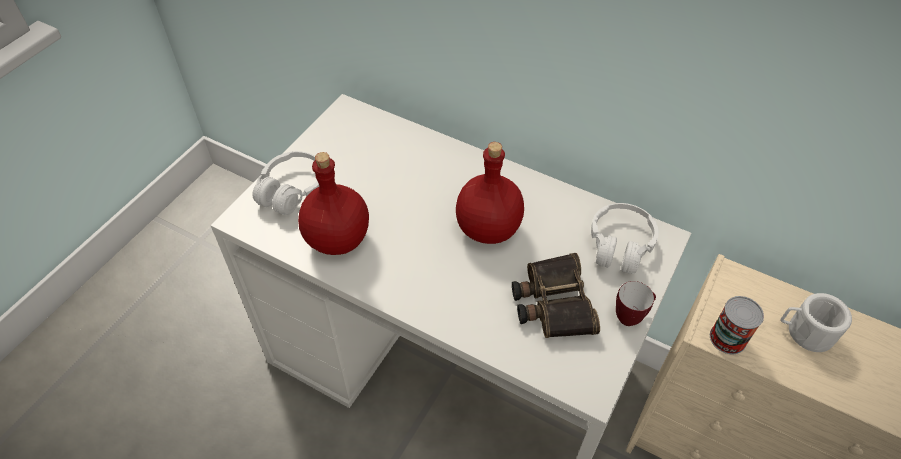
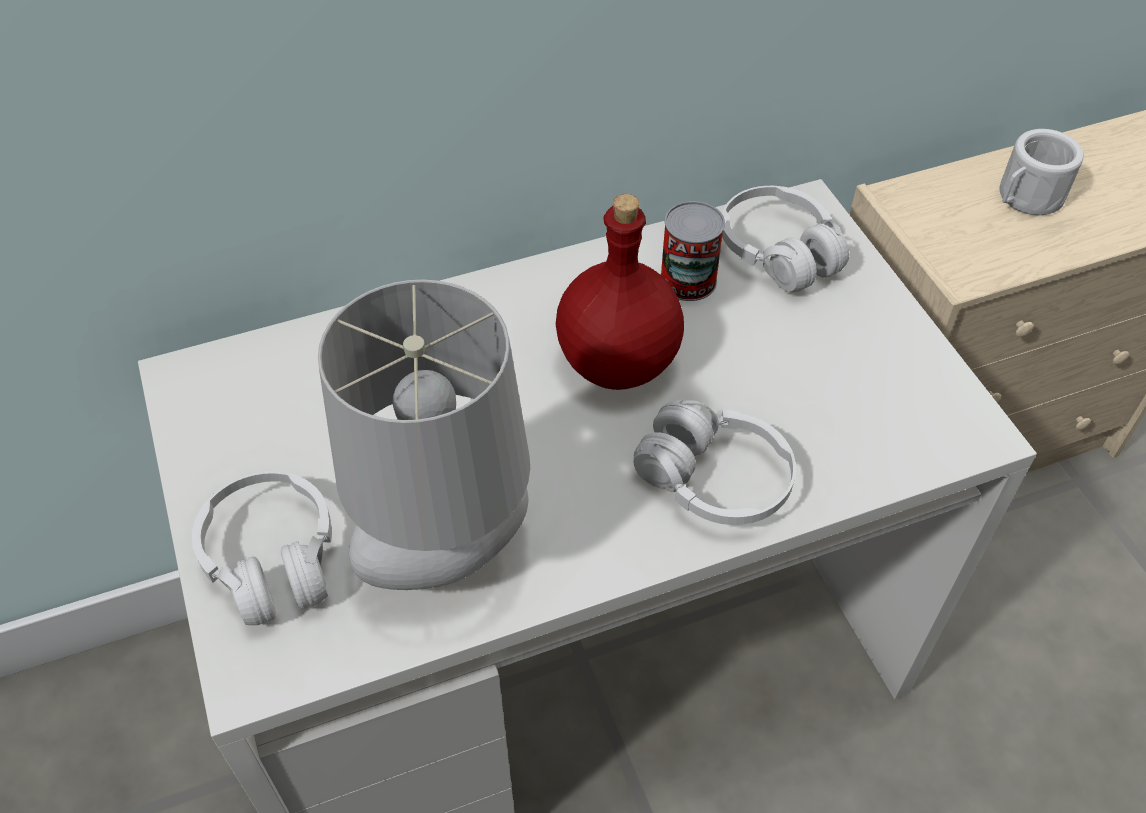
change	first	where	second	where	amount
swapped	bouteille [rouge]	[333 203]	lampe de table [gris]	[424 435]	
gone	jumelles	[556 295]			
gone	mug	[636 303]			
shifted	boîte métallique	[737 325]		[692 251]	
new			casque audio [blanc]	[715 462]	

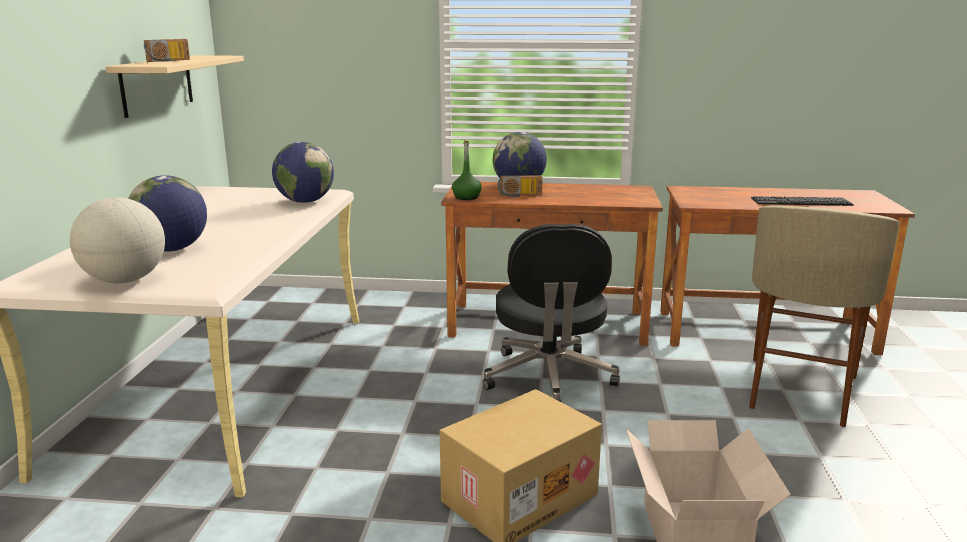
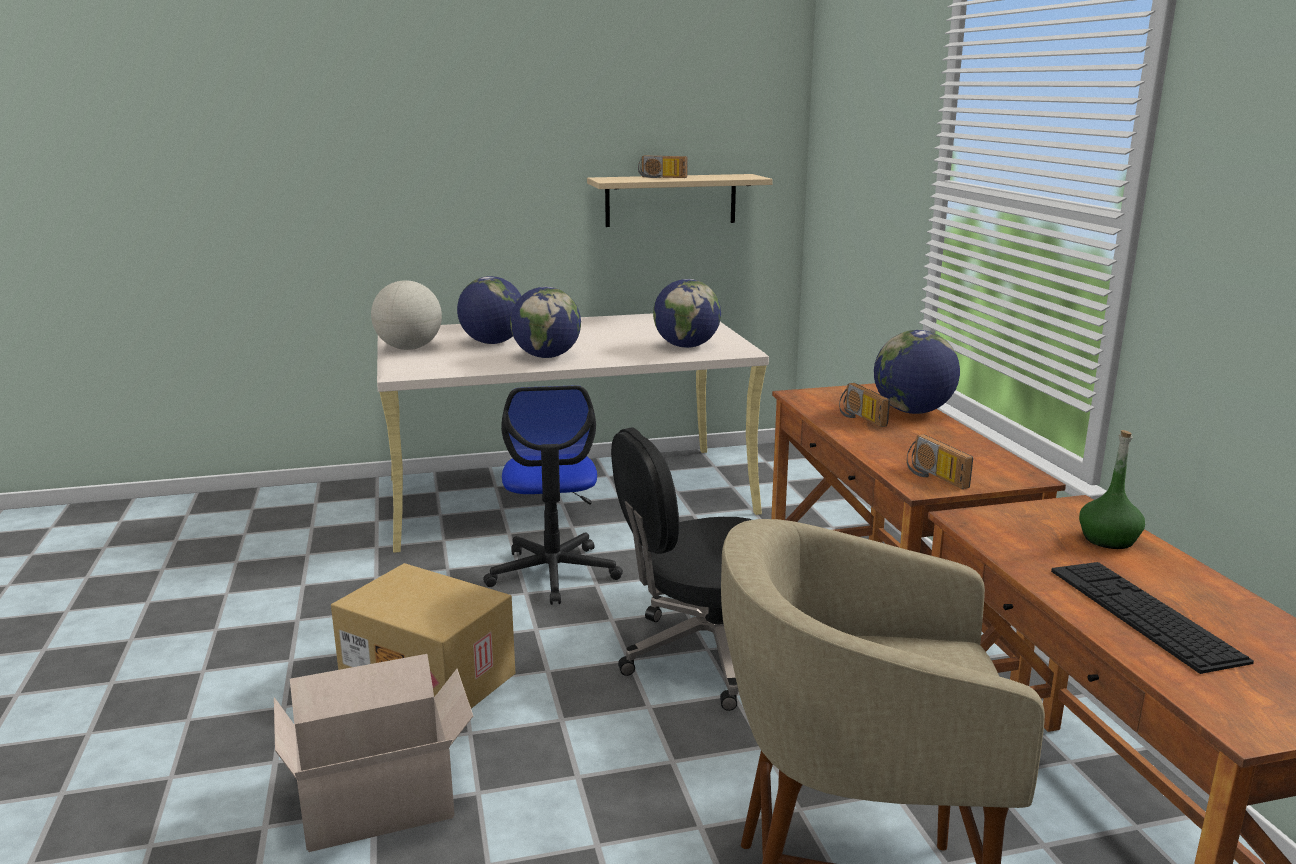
change	first	where	second	where	amount
shifted	bouteille [vert]	[467 170]		[1112 489]	
new			globe	[545 322]	
new			chaise de bureau	[553 495]	
new			radio	[940 461]	

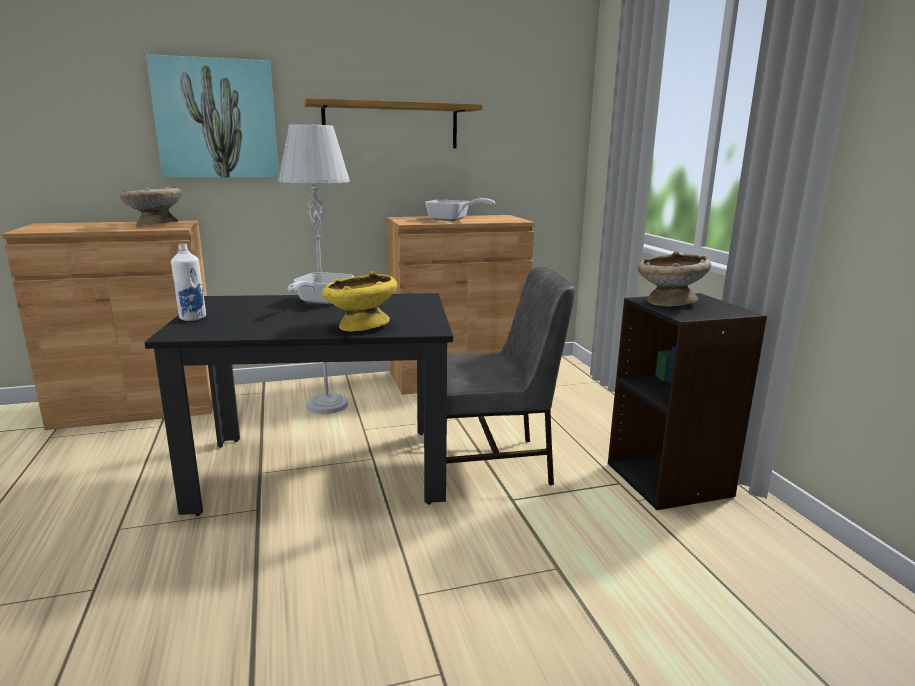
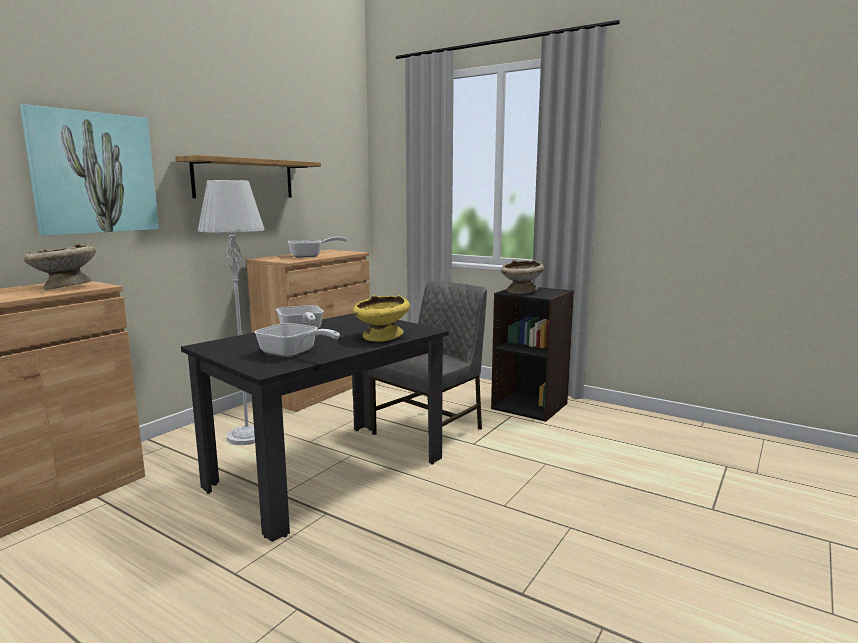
change	first	where	second	where	amount
gone	bouteille [blanc]	[188 282]			
new			poêle	[297 340]	

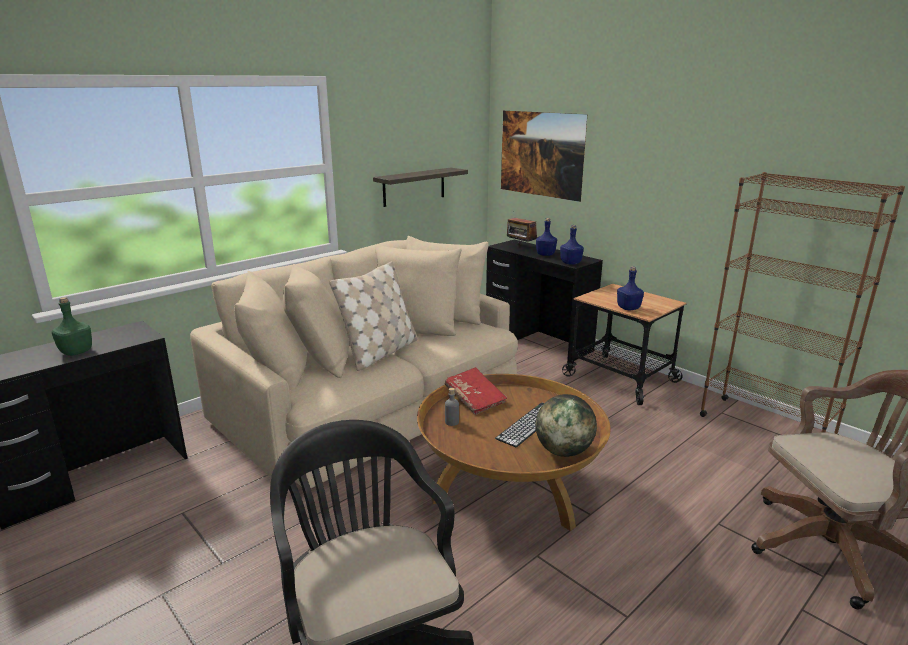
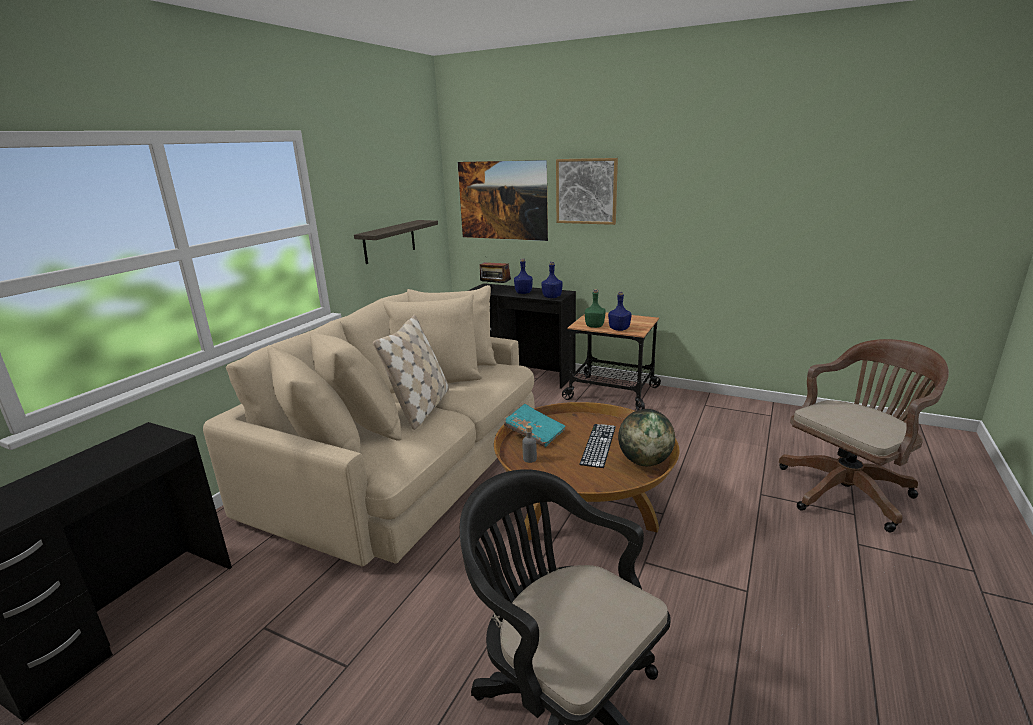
change	first	where	second	where	amount
gone	bibliothèque [marron]	[802 303]			
shifted	bouteille [vert]	[72 326]		[595 308]	
repainted	livre [rouge]	[476 391]	livre [turquoise]	[535 425]	
new			tableau	[587 191]	

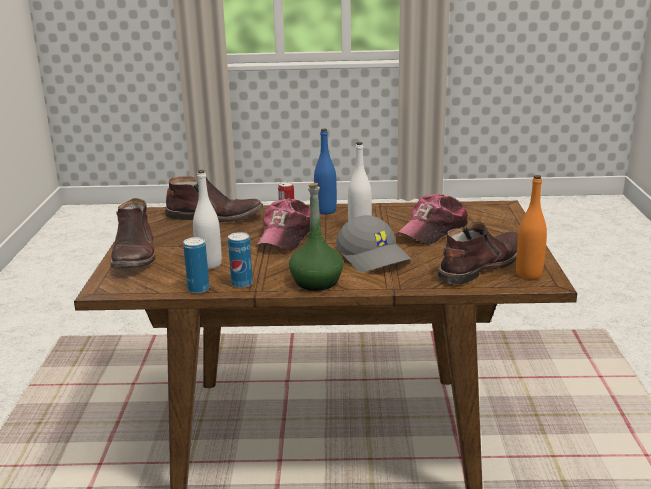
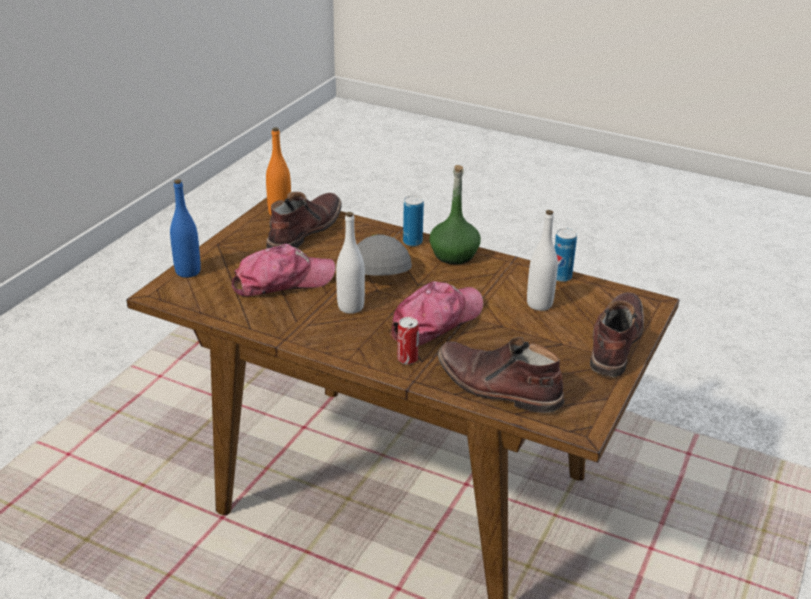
change	first	where	second	where	amount
shifted	bouteille [bleu]	[325 172]		[185 228]	
rotated	botte [marron]	[477 252]		[304 220]	135 degrees clockwise
shifted	boîte métallique	[240 260]		[413 220]	

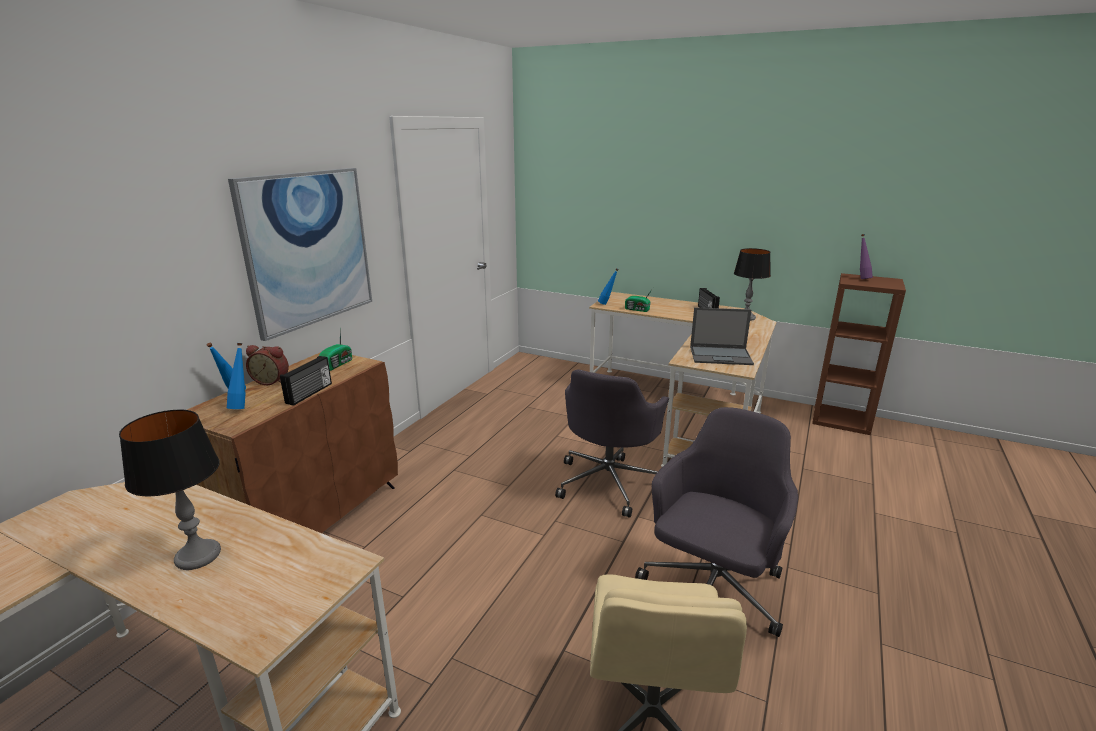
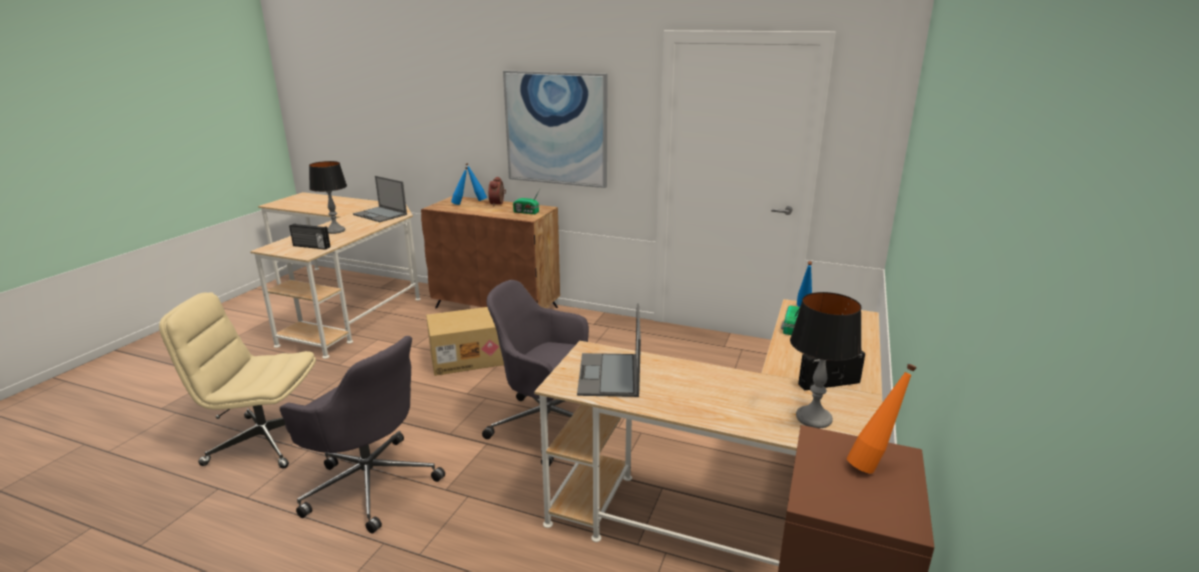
change	first	where	second	where	amount
repainted	bouteille [violet]	[866 256]	bouteille [orange]	[882 419]	
shifted	radio	[306 381]		[309 236]	
new			ordinateur portable	[380 199]	
new			carton	[465 341]	

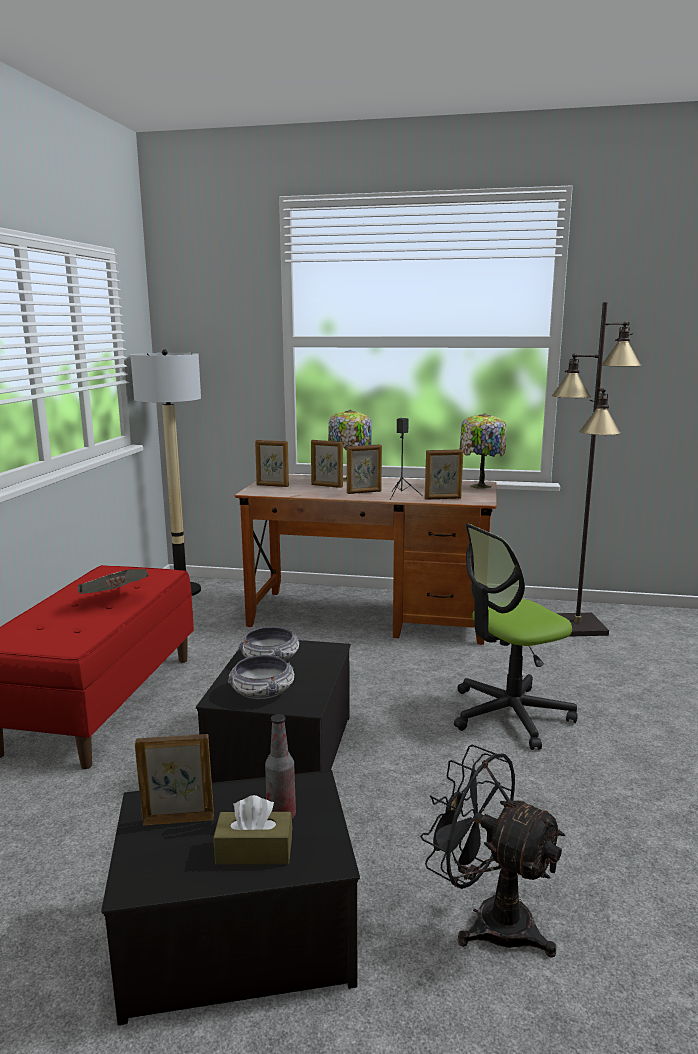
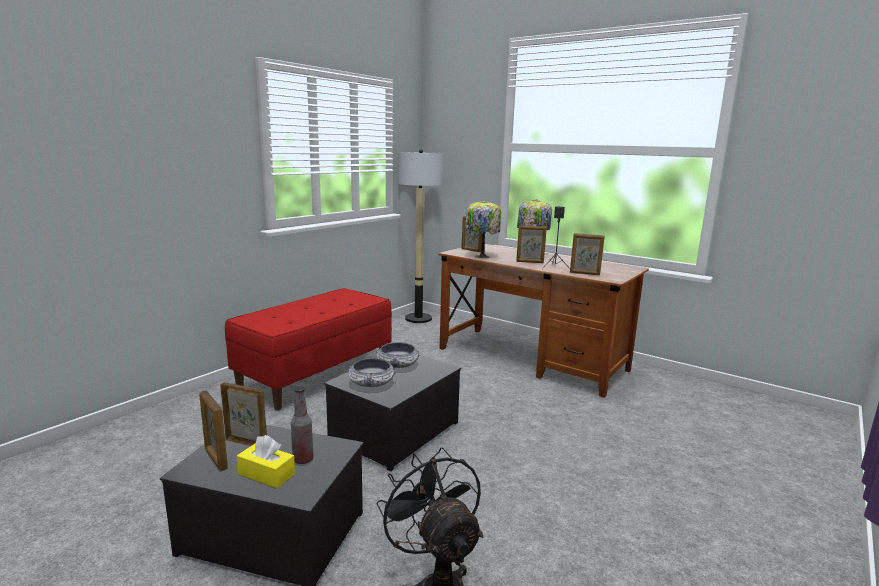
change	first	where	second	where	amount
gone	lampadaire [noir]	[597 469]			
shifted	lampe de table	[483 451]		[483 229]	
shifted	cadre photo	[327 464]		[213 430]	
gone	chaise de bureau	[516 636]			
gone	journal	[113 581]			
repainted	boîte à mouchoirs [marron]	[252 830]	boîte à mouchoirs [jaune]	[266 461]	

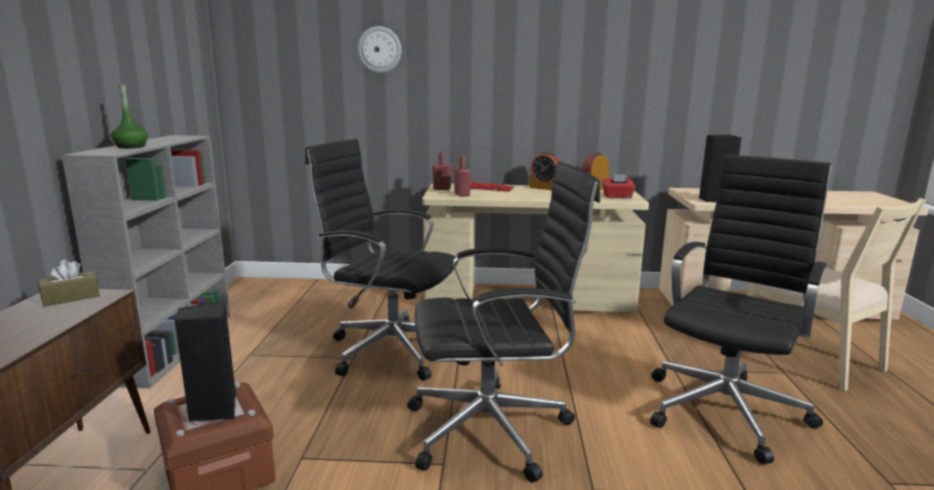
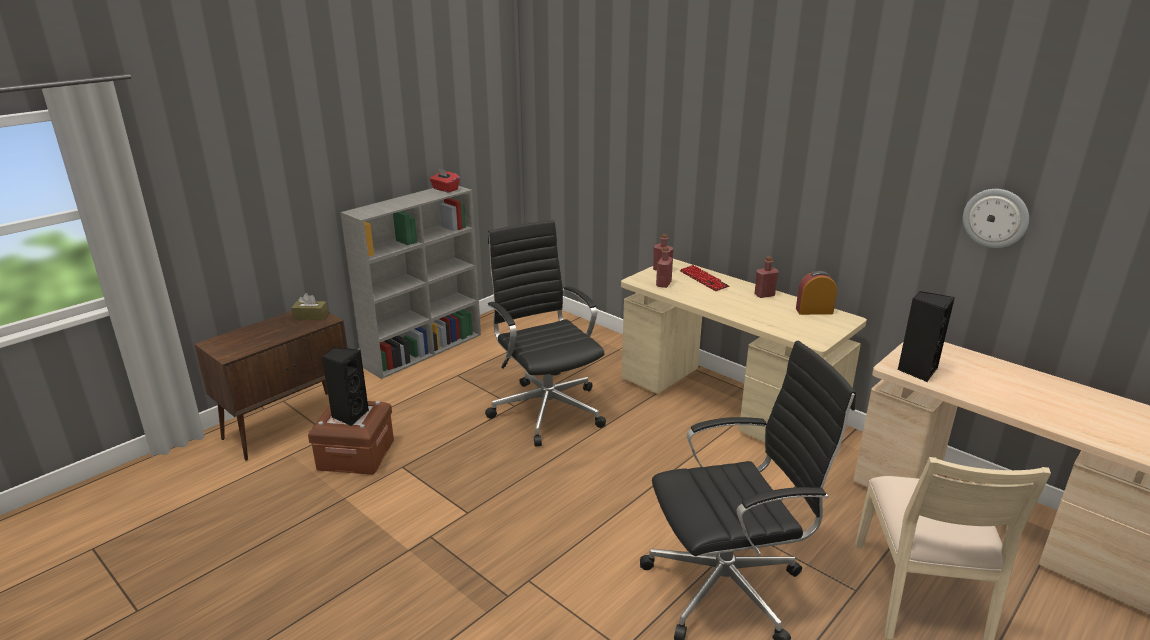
change	first	where	second	where	amount
shifted	horloge murale	[379 49]		[996 218]	
gone	bouteille [vert]	[129 116]			
swapped	réveil	[545 170]	bouteille [rouge]	[767 277]	
gone	chaise de bureau [noir]	[503 322]			
shifted	boîte à mouchoirs [rouge]	[619 186]		[445 180]	

